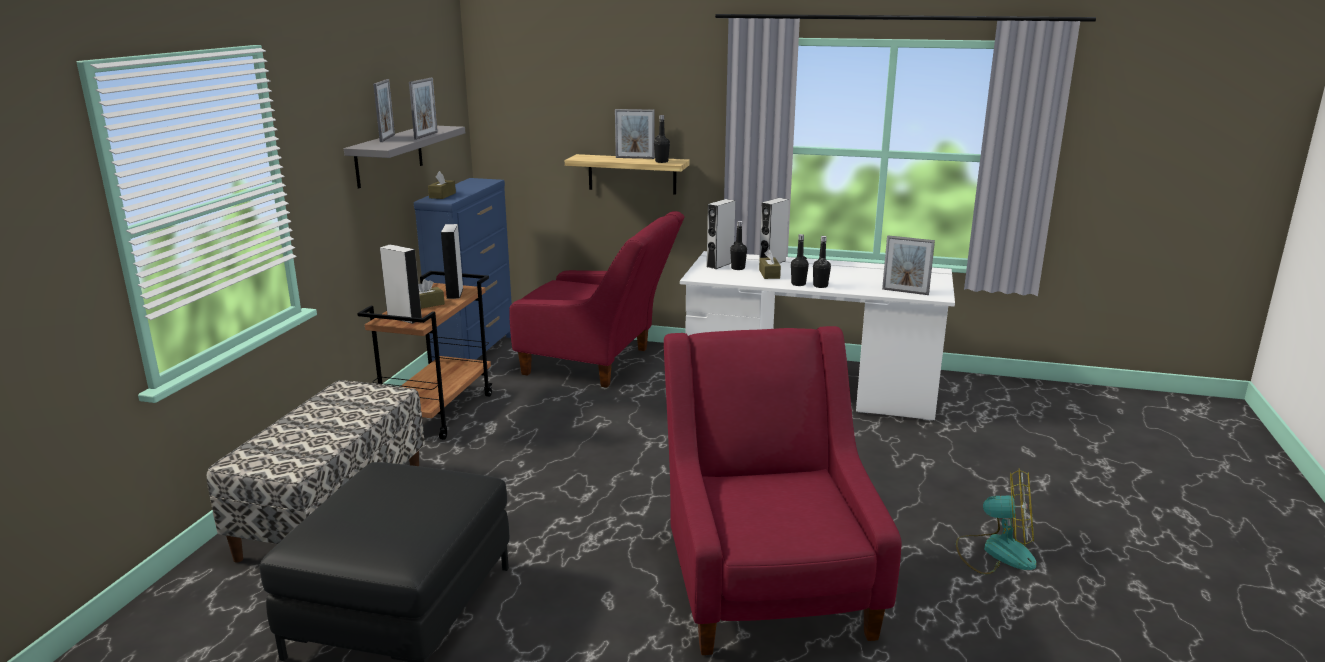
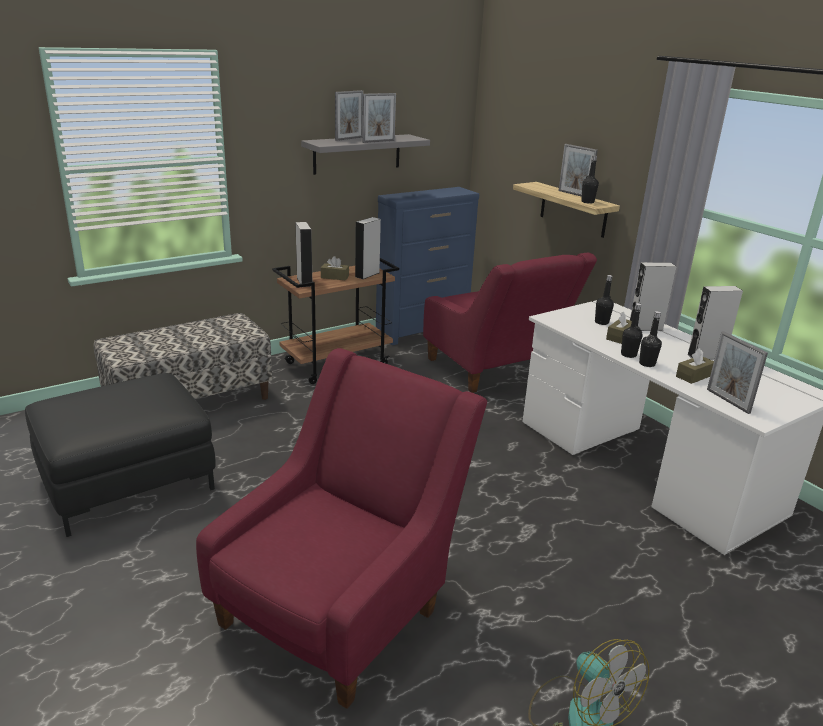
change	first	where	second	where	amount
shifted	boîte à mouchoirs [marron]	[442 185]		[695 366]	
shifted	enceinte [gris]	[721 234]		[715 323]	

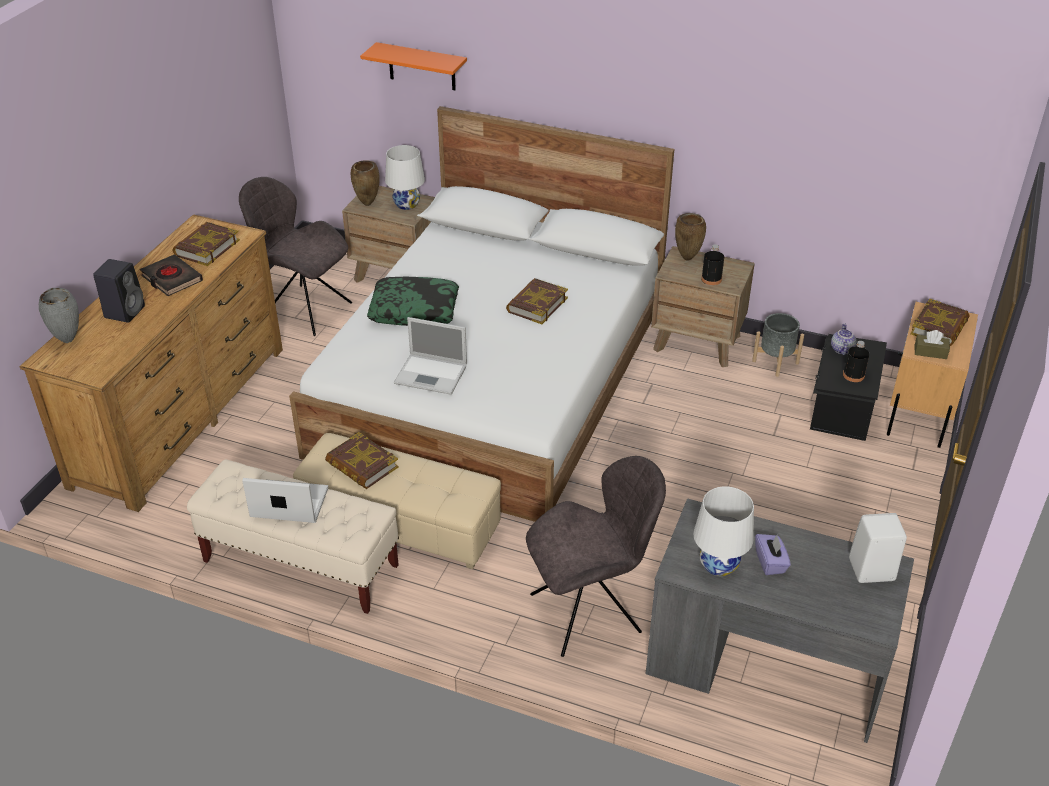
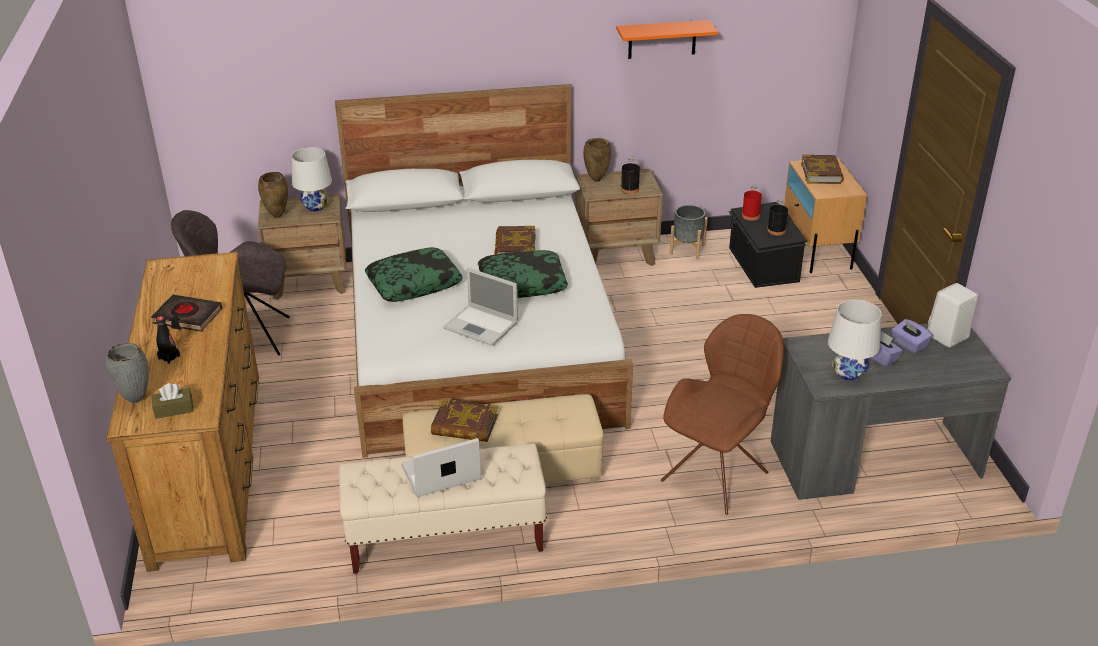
change	first	where	second	where	amount
shifted	étagère [orange]	[413 66]		[667 39]	
gone	livre	[206 244]			
swapped	enceinte [noir]	[119 290]	bouteille [noir]	[168 340]	
rotated	ordinateur portable	[430 356]		[480 307]	45 degrees clockwise
swapped	théière	[843 339]	bouteille [rouge]	[752 202]	
shifted	boîte à mouchoirs [marron]	[932 344]		[173 401]	
repainted	chaise [gris]	[596 556]	chaise [marron]	[722 414]	
new			coussin	[523 274]	
new			boîte à mouchoirs [violet]	[912 336]	

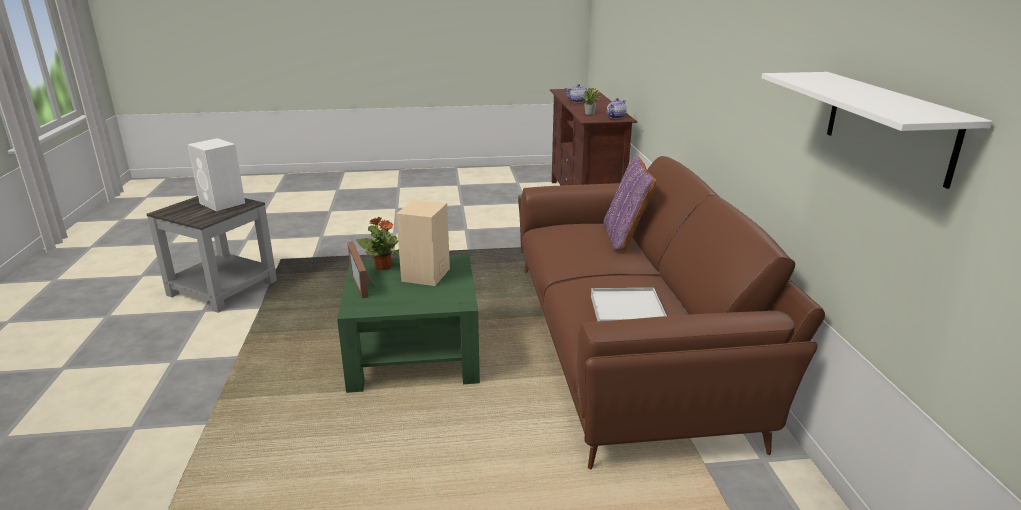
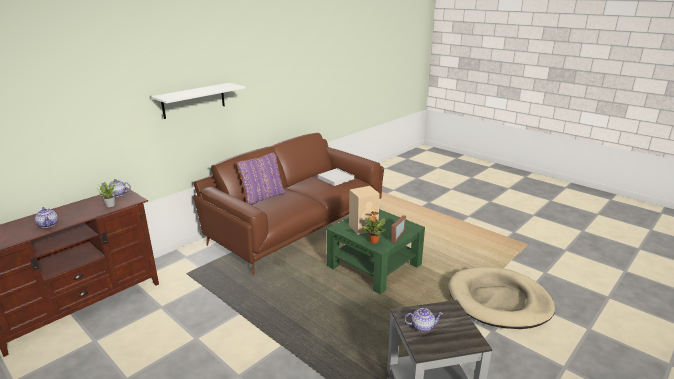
change	first	where	second	where	amount
shifted	étagère [blanc]	[877 130]		[198 101]	
swapped	enceinte [blanc]	[216 174]	théière	[423 320]	
new			panier pour chien [beige]	[502 298]	

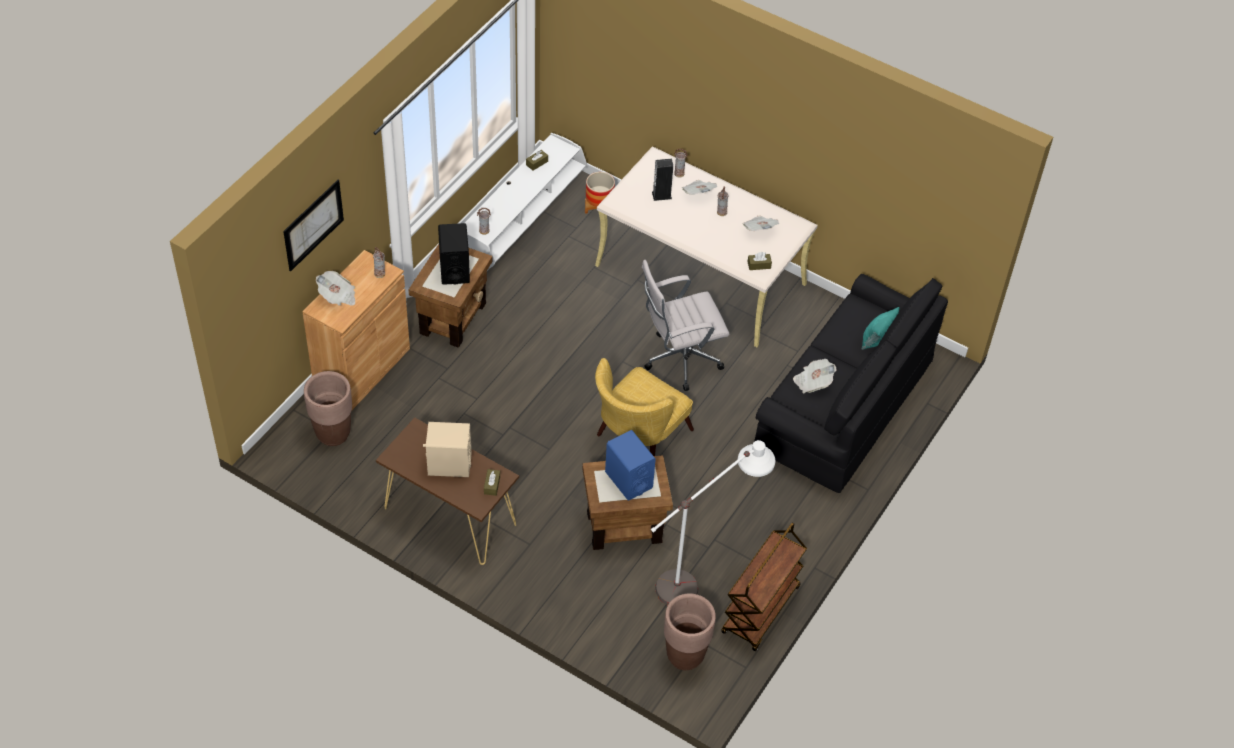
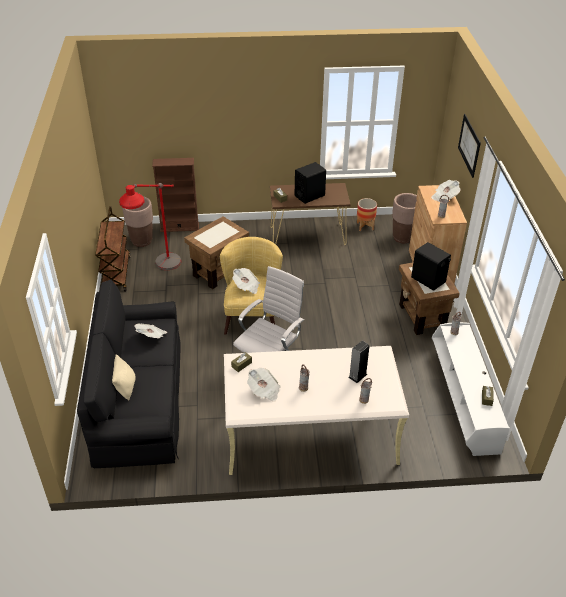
change	first	where	second	where	amount
shifted	cache-pot	[600 193]		[367 214]	
shifted	journal	[699 187]		[246 281]	
repainted	coussin [turquoise]	[880 328]	coussin [beige]	[124 377]	
repainted	enceinte [beige]	[447 449]	enceinte [noir]	[310 183]	
gone	enceinte [bleu]	[630 465]			
repainted	lampadaire [blanc]	[713 522]	lampadaire [rouge]	[150 226]	
new			bibliothèque [marron]	[175 195]	

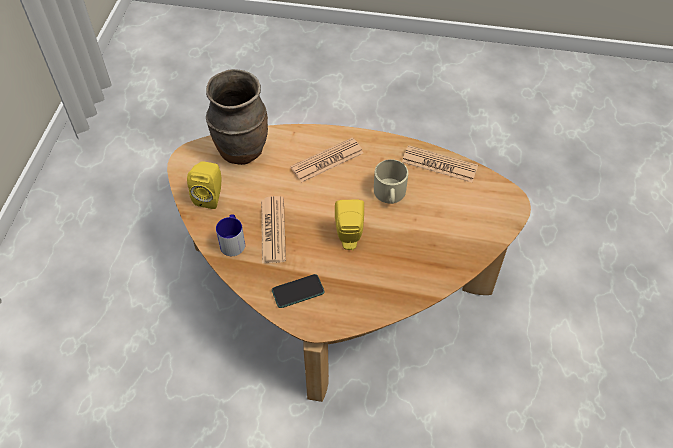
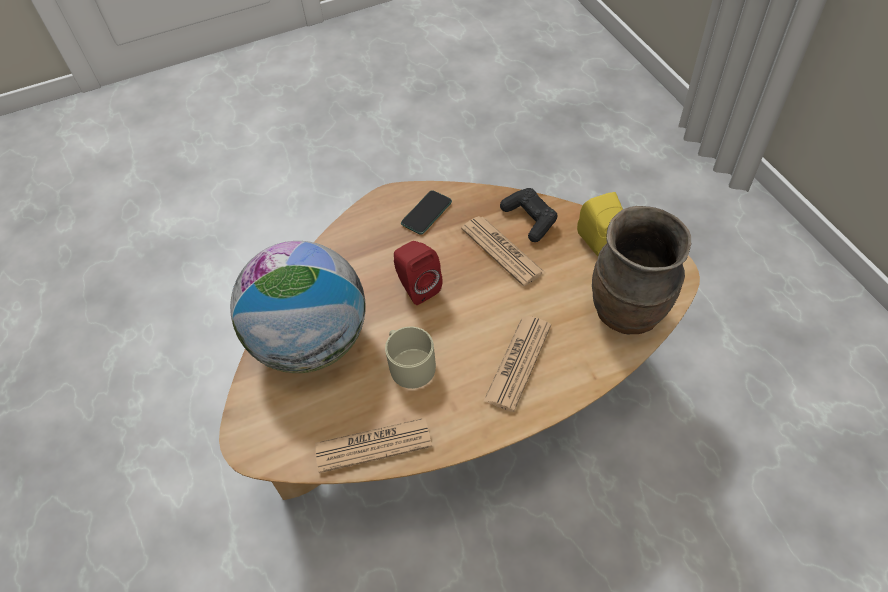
change	first	where	second	where	amount
repainted	enceinte [jaune]	[349 225]	enceinte [rouge]	[418 273]	
swapped	mug	[230 235]	manette [noir]	[529 215]	
new			globe	[298 307]	

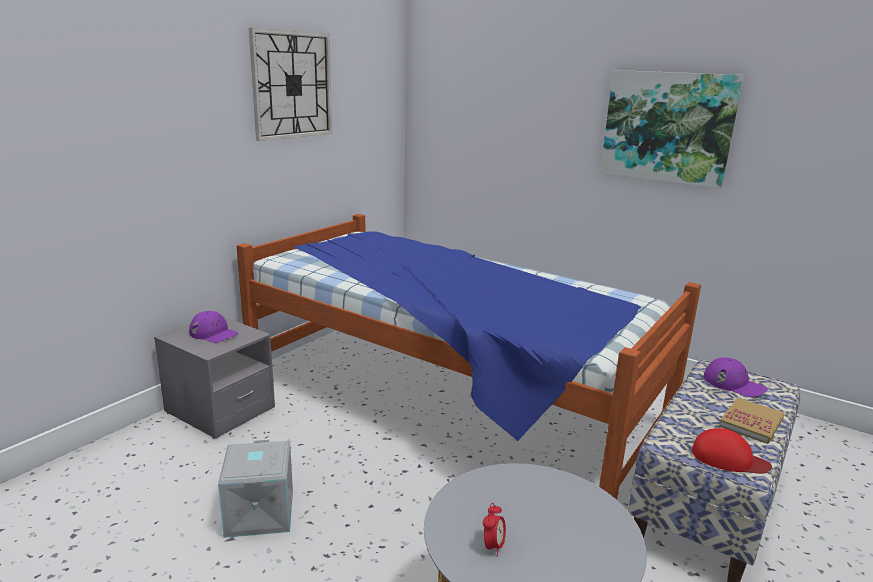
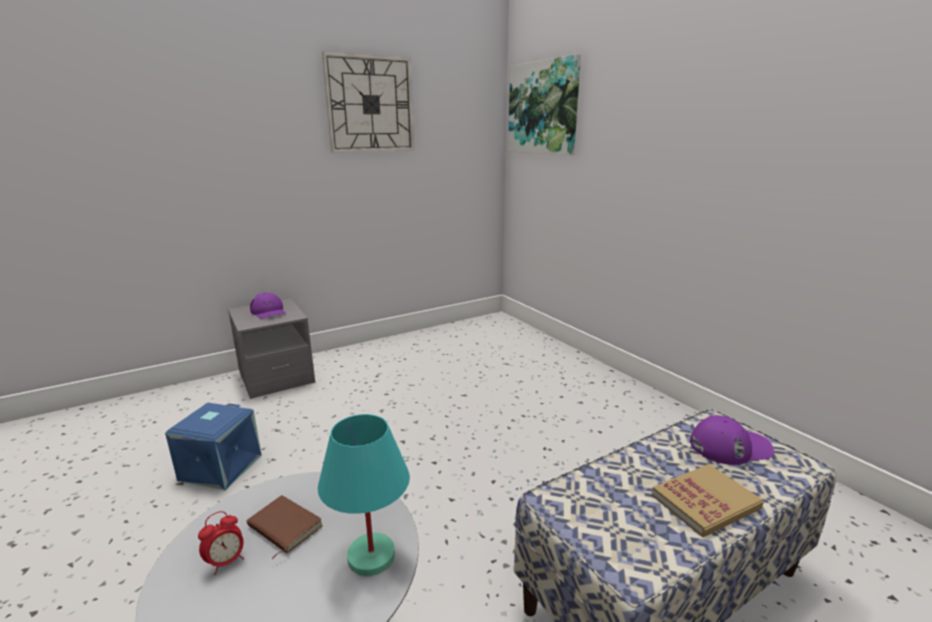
change	first	where	second	where	amount
shifted	tableau	[672 129]		[544 104]	
gone	lit	[469 357]			
rotated	casquette [violet]	[735 377]		[732 440]	75 degrees counterclockwise
gone	casquette [rouge]	[732 451]			
repainted	boîte de rangement [gris]	[255 489]	boîte de rangement [bleu]	[213 446]	
new			lampe de table [turquoise]	[364 495]	
new			livre [marron]	[285 527]	

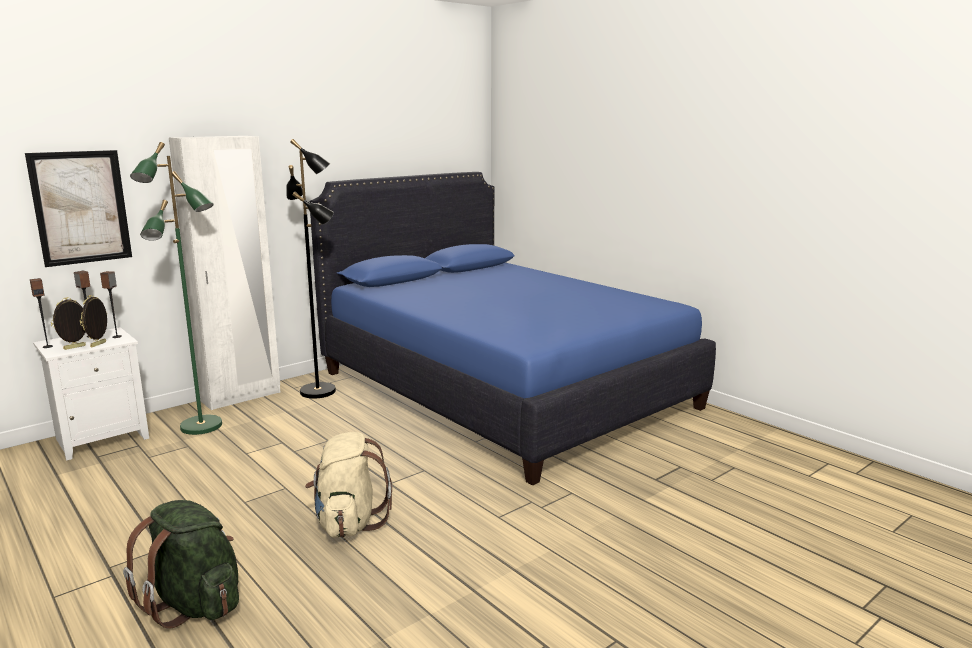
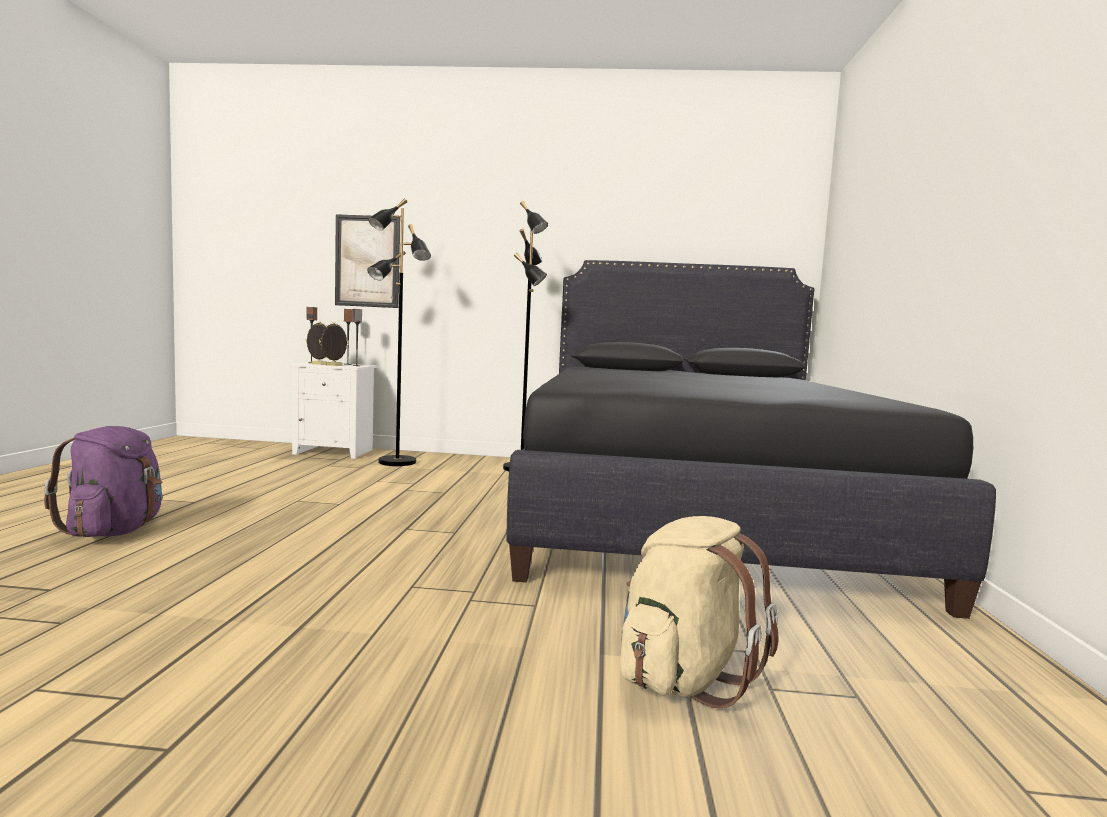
change	first	where	second	where	amount
gone	armoire [blanc]	[225 273]			
repainted	lampadaire [vert]	[176 288]	lampadaire [noir]	[399 332]	
repainted	lit [bleu]	[512 328]	lit [noir]	[751 439]	
shifted	sac à dos [beige]	[348 485]		[699 612]	
repainted	sac à dos [vert]	[181 564]	sac à dos [violet]	[103 481]	

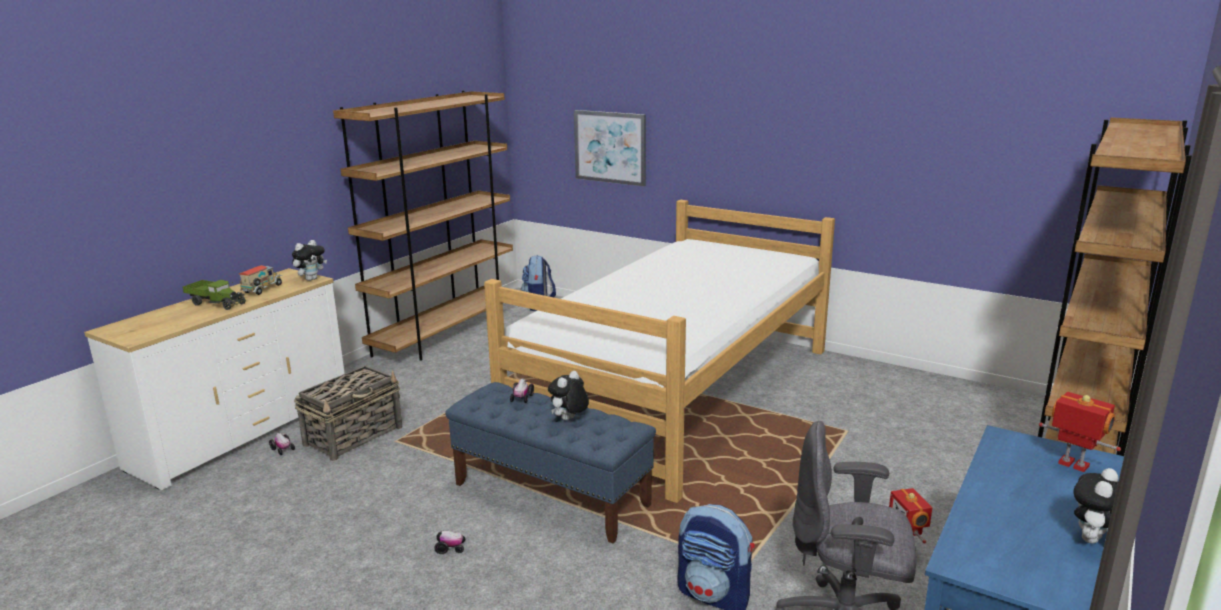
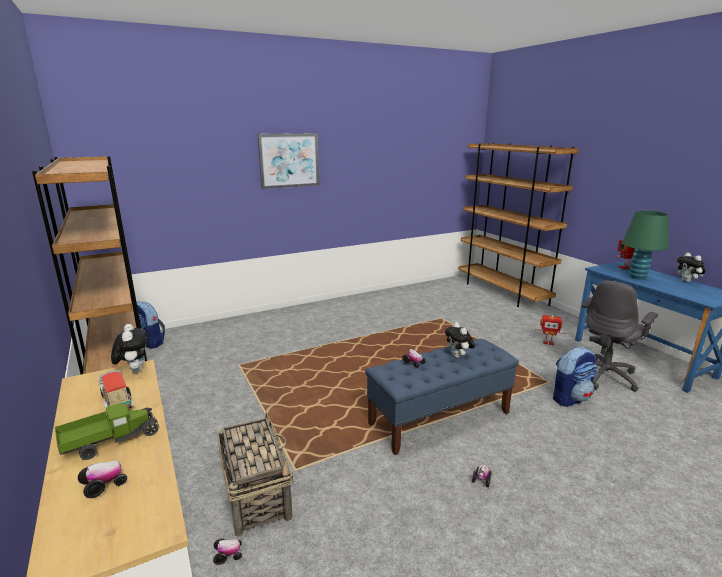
change	first	where	second	where	amount
shifted	tableau	[610 148]		[288 161]	
gone	lit	[659 351]			
new			lampe de table [vert]	[645 245]	
new			petite voiture	[102 479]	

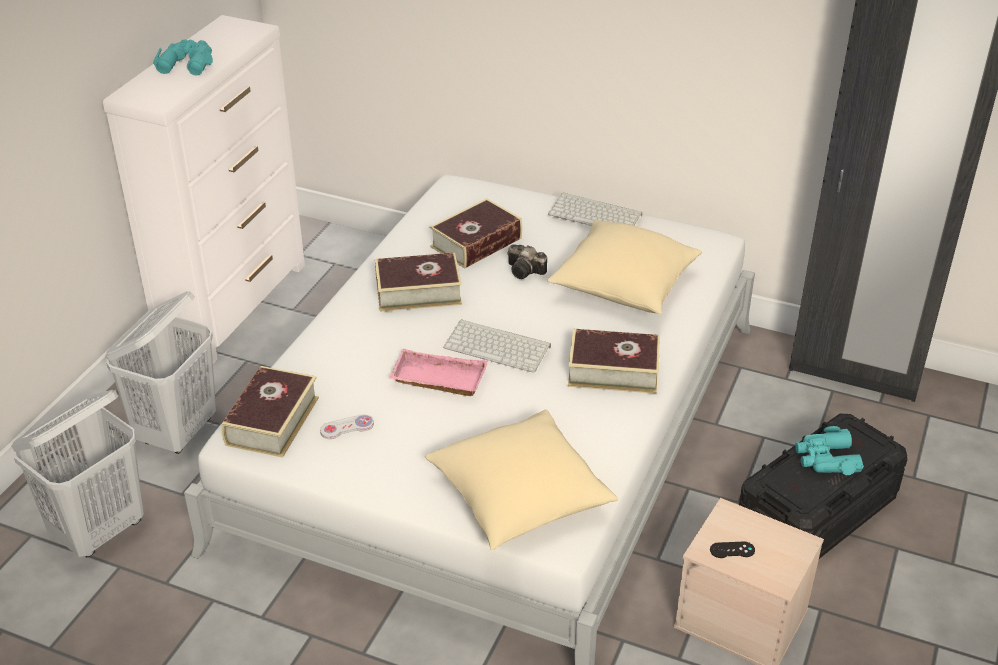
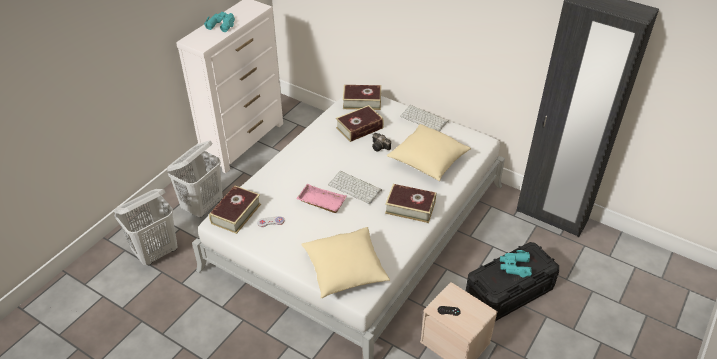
change	first	where	second	where	amount
shifted	livre	[418 282]		[362 97]	

